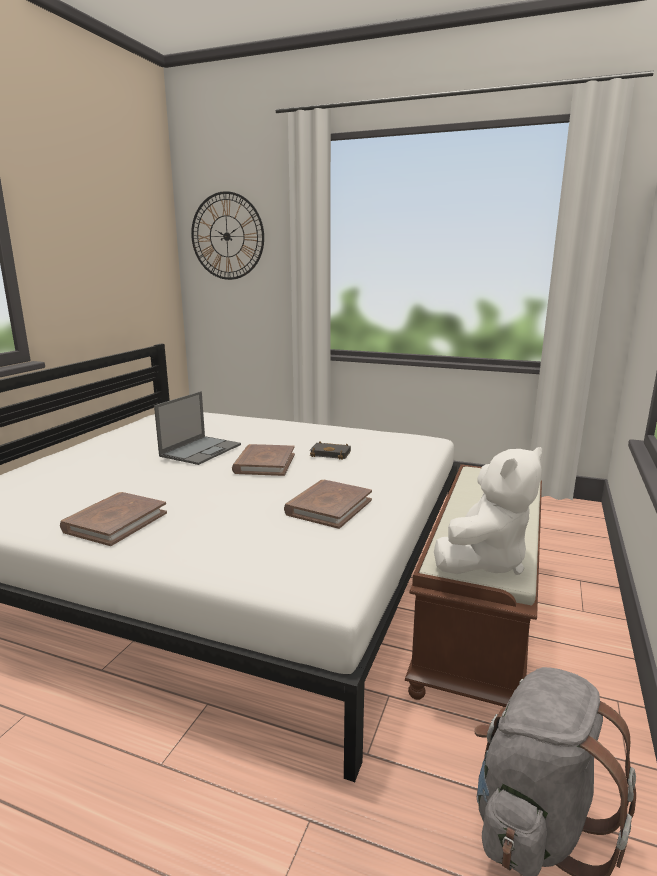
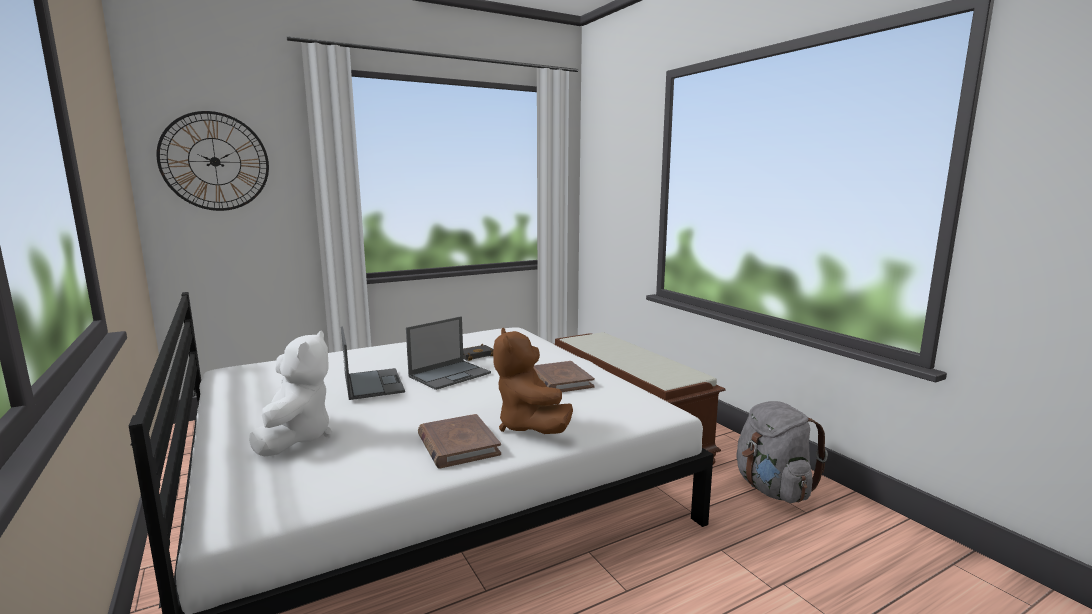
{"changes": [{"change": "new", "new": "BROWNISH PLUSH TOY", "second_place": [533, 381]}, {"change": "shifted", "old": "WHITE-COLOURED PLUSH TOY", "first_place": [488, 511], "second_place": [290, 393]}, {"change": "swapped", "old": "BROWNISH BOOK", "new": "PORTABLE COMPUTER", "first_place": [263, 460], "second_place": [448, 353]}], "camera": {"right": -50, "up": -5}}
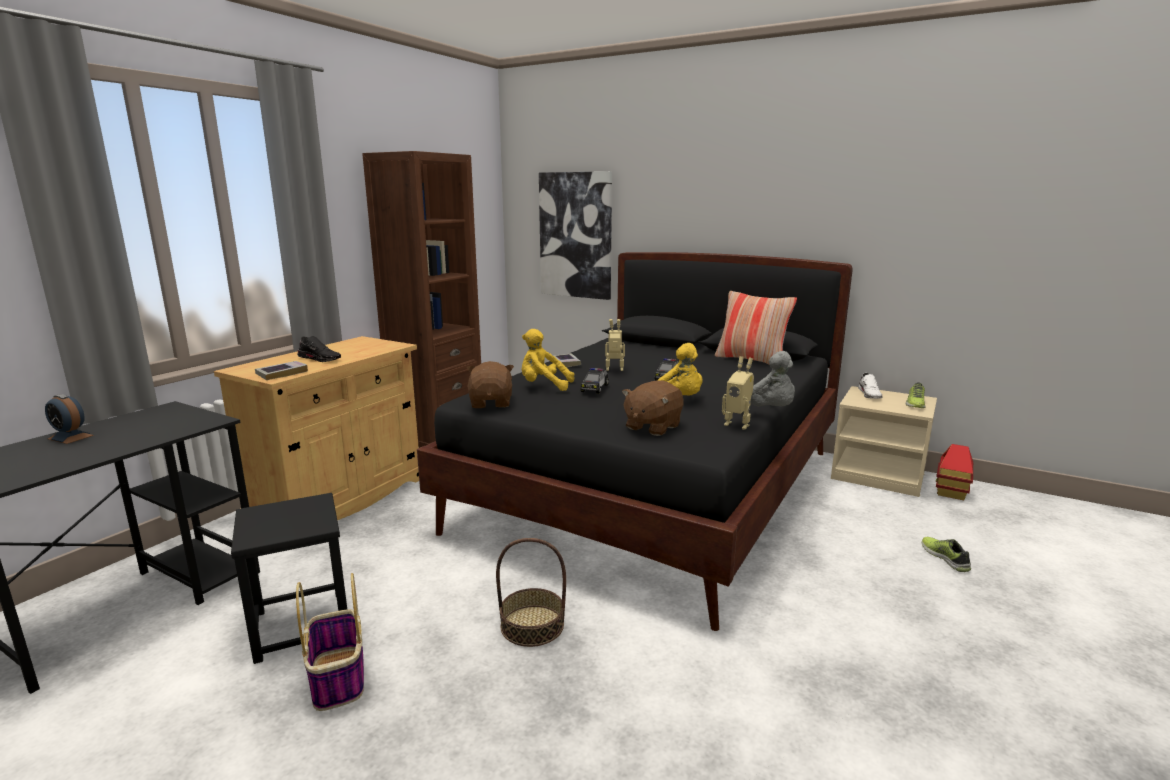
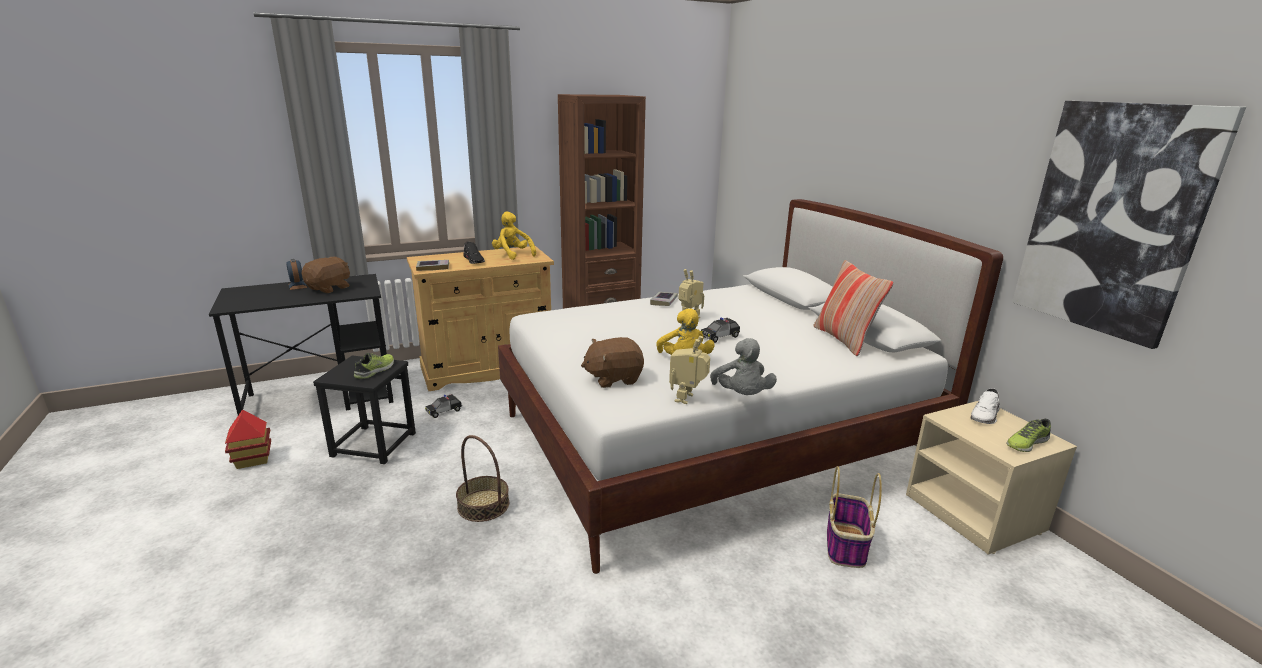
{"changes": [{"change": "shifted", "old": "BASKET", "first_place": [330, 642], "second_place": [854, 517]}, {"change": "shifted", "old": "BROWNISH PLUSH TOY", "first_place": [490, 384], "second_place": [326, 275]}, {"change": "shifted", "old": "YELLOWISH PLUSH TOY", "first_place": [548, 360], "second_place": [514, 236]}, {"change": "shifted", "old": "WALL PICTURE", "first_place": [575, 235], "second_place": [1129, 225]}, {"change": "shifted", "old": "MODEL CAR", "first_place": [594, 381], "second_place": [443, 406]}, {"change": "shifted", "old": "LOW SHOE", "first_place": [946, 554], "second_place": [374, 366]}, {"change": "shifted", "old": "MINIATURE HOUSE", "first_place": [954, 472], "second_place": [248, 439]}, {"change": "repainted", "old": "BLACK-COLOURED BEDROOM BED", "new": "WHITE-COLOURED BEDROOM BED", "first_place": [635, 441], "second_place": [750, 386]}, {"change": "rotated", "old": "ROBOT FIGURE", "first_place": [738, 393], "second_place": [689, 370], "degrees": 45}], "camera": {"right": 35, "up": 5}}
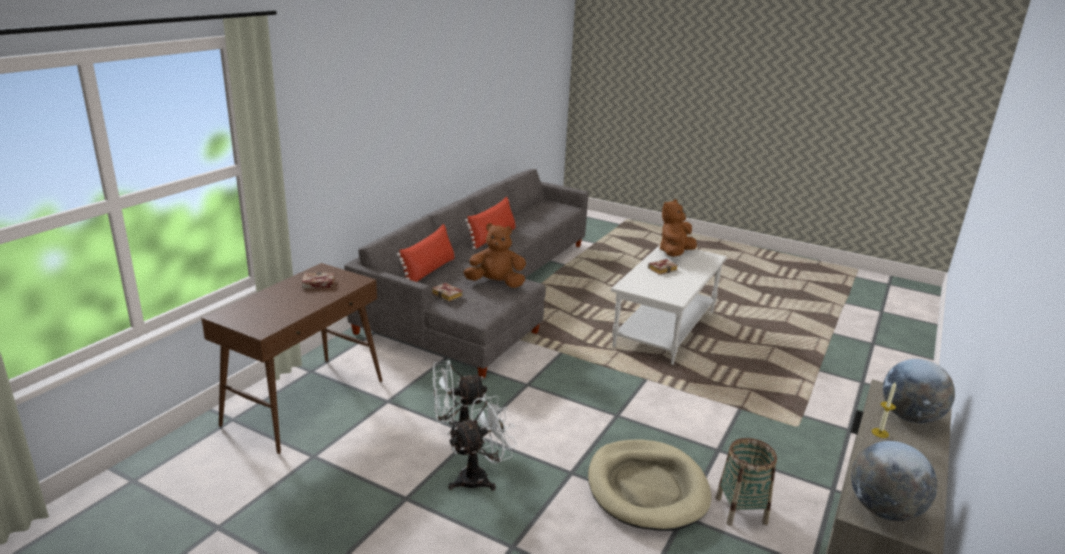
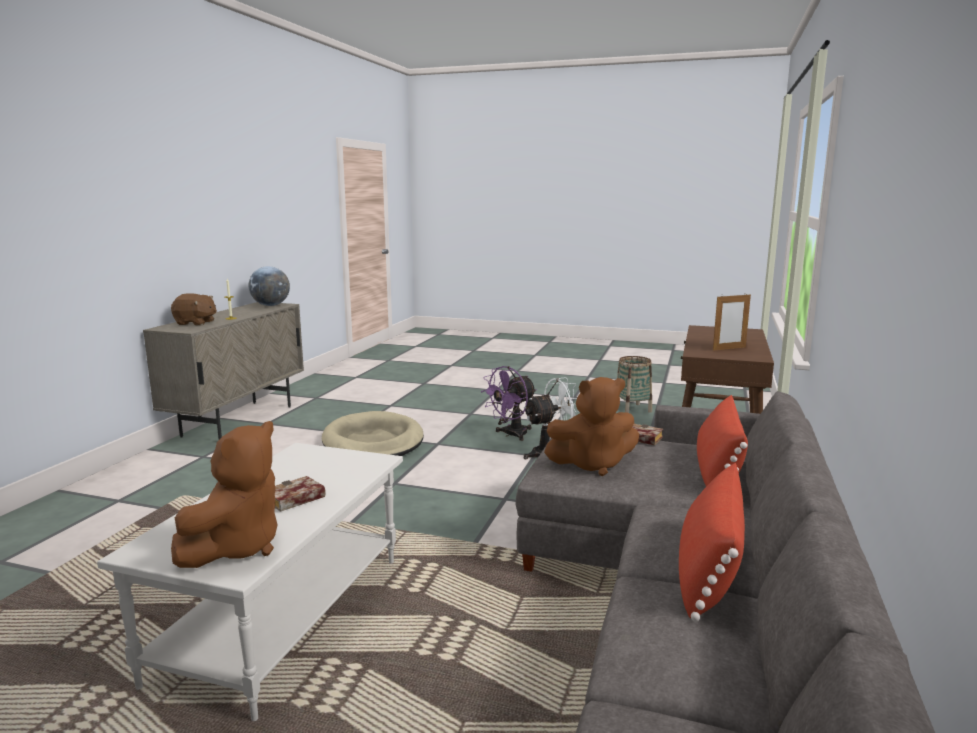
{"changes": [{"change": "shifted", "old": "BASKET", "first_place": [746, 482], "second_place": [634, 384]}, {"change": "swapped", "old": "BOOK", "new": "PICTURE FRAME", "first_place": [318, 280], "second_place": [732, 322]}, {"change": "swapped", "old": "DESK GLOBE", "new": "BROWNISH PLUSH TOY", "first_place": [919, 391], "second_place": [194, 309]}, {"change": "repainted", "old": "WHITE-COLOURED FAN", "new": "PURPLE-COLOURED FAN", "first_place": [482, 443], "second_place": [509, 403]}], "camera": {"right": 170, "up": -10}}
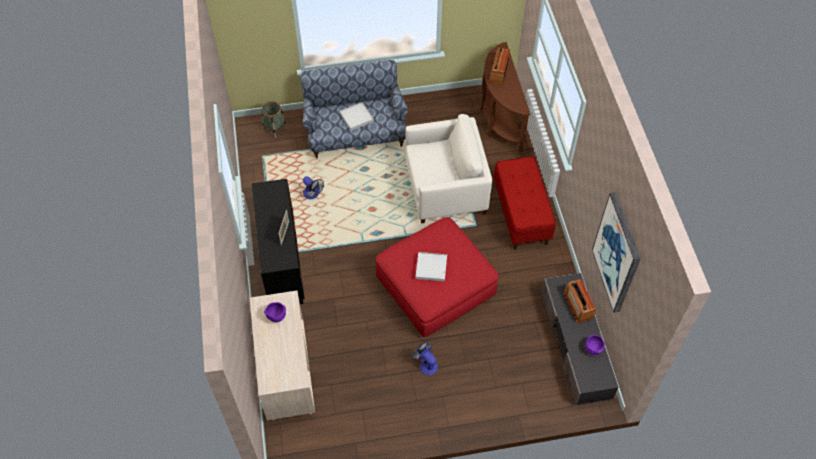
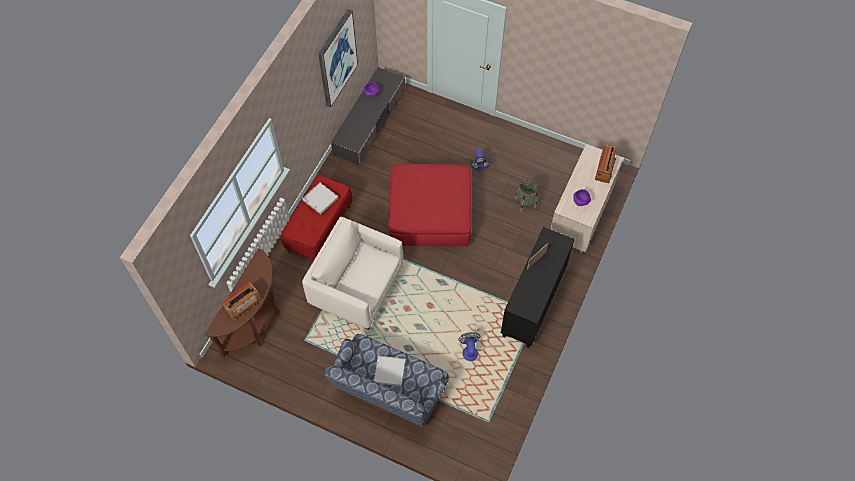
{"changes": [{"change": "shifted", "old": "BASKET", "first_place": [274, 119], "second_place": [526, 195]}, {"change": "shifted", "old": "WHITE-COLOURED CARRYING TRAY", "first_place": [431, 267], "second_place": [320, 198]}, {"change": "shifted", "old": "RADIO RECEIVER", "first_place": [579, 301], "second_place": [605, 163]}], "camera": {"right": -145, "up": 5}}
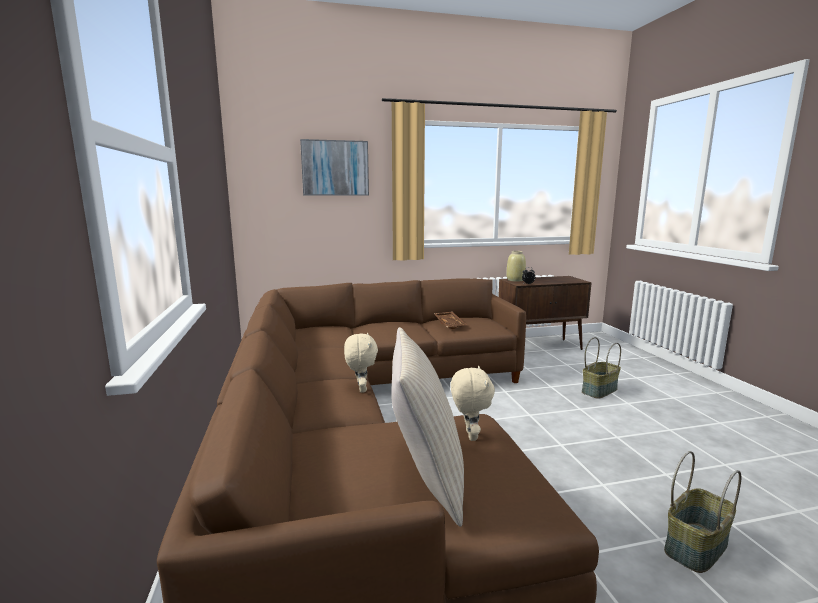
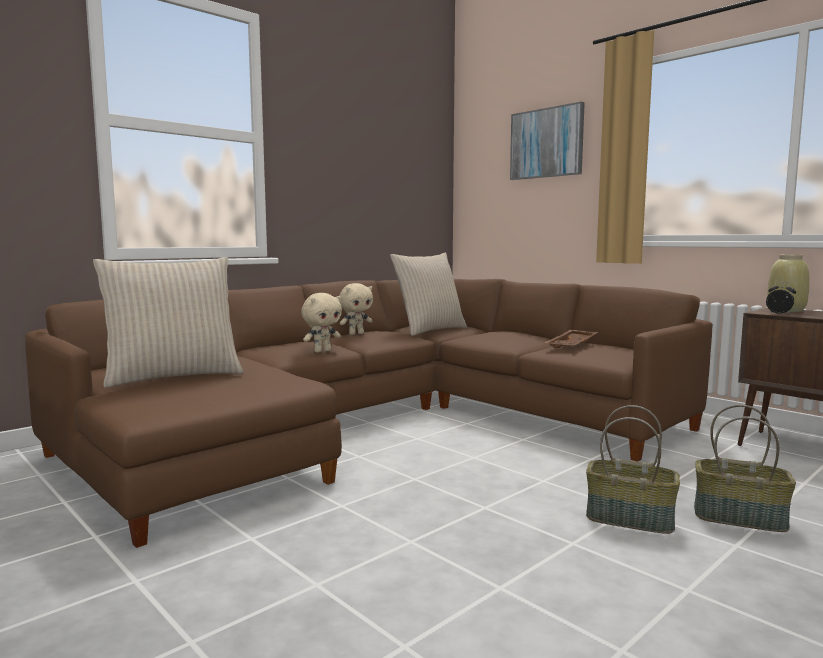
{"changes": [{"change": "new", "new": "SAND-COLOURED CUSHION", "second_place": [428, 294]}, {"change": "shifted", "old": "SAND-COLOURED PLUSH TOY", "first_place": [473, 403], "second_place": [356, 309]}, {"change": "shifted", "old": "BASKET", "first_place": [702, 512], "second_place": [633, 469]}], "camera": {"right": 60, "up": -5}}
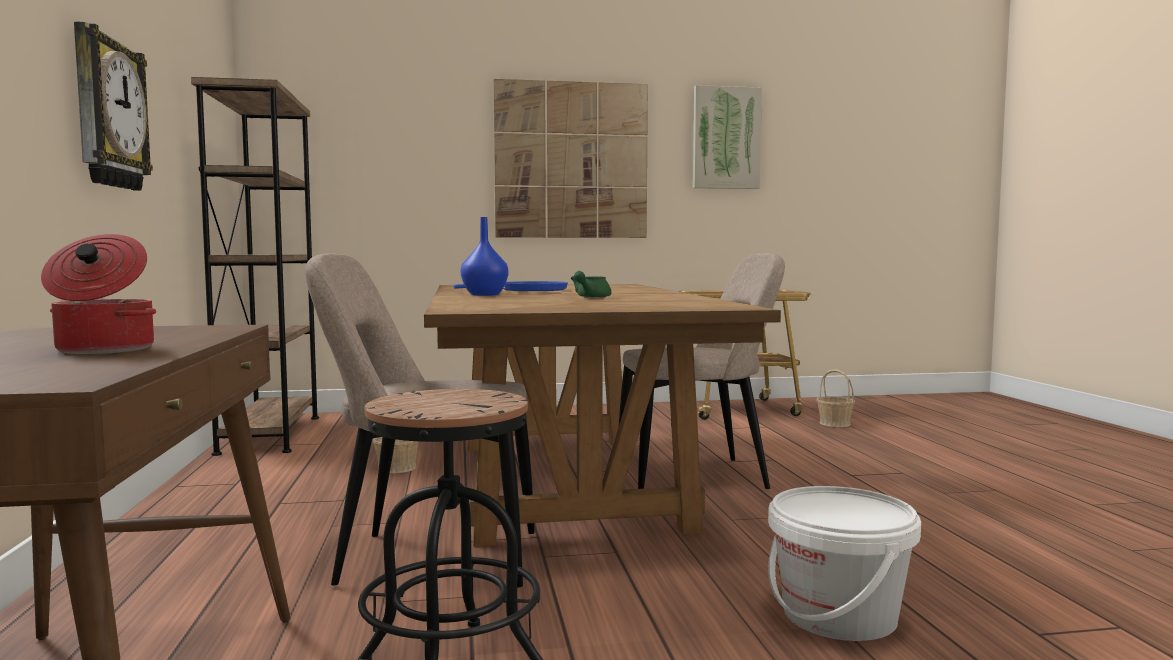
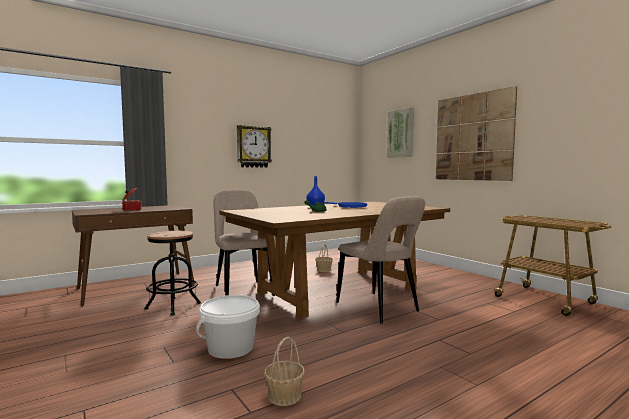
{"changes": [{"change": "gone", "old": "BROWNISH SHELVING UNIT", "first_place": [255, 266]}, {"change": "shifted", "old": "WALL PICTURE", "first_place": [727, 137], "second_place": [400, 132]}, {"change": "shifted", "old": "BASKET", "first_place": [836, 398], "second_place": [284, 371]}], "camera": {"right": 65, "up": 0}}
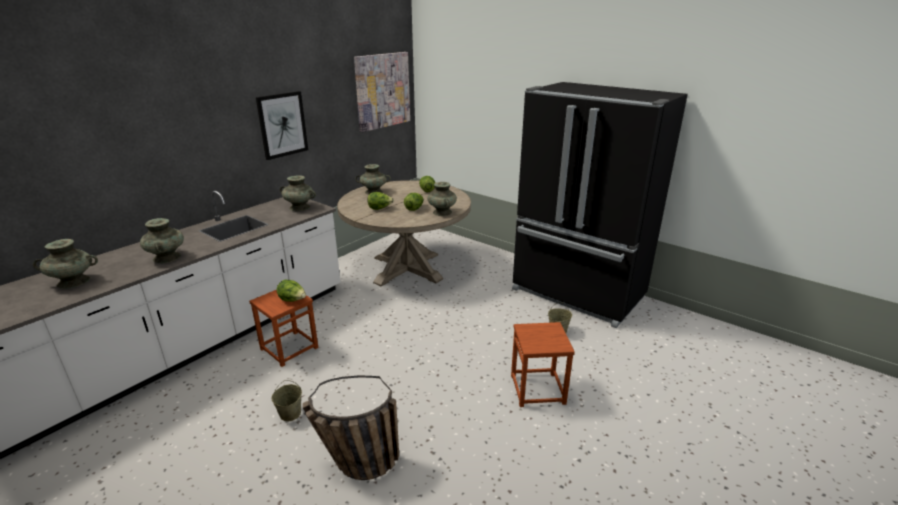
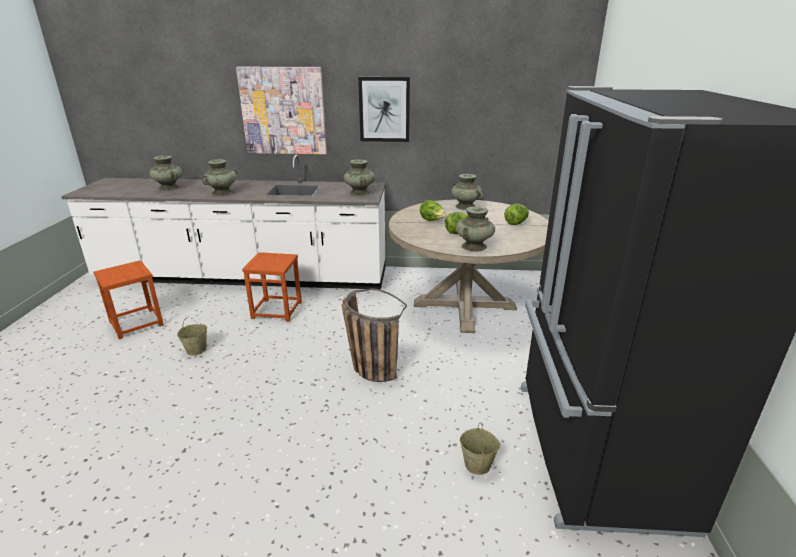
{"changes": [{"change": "gone", "old": "HEAD OF LETTUCE", "first_place": [291, 290]}, {"change": "shifted", "old": "BASKET", "first_place": [351, 428], "second_place": [374, 335]}, {"change": "shifted", "old": "WALL PICTURE", "first_place": [382, 92], "second_place": [281, 110]}, {"change": "shifted", "old": "BROWNISH SITTING STOOL", "first_place": [543, 364], "second_place": [128, 299]}], "camera": {"right": 55, "up": 0}}
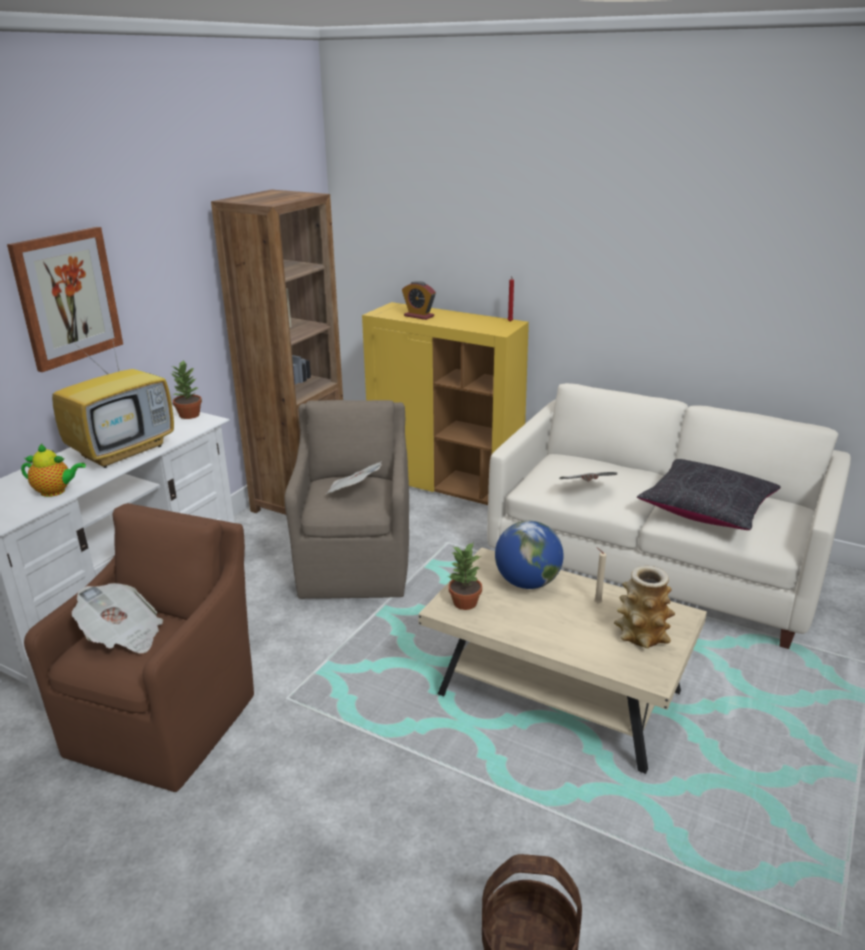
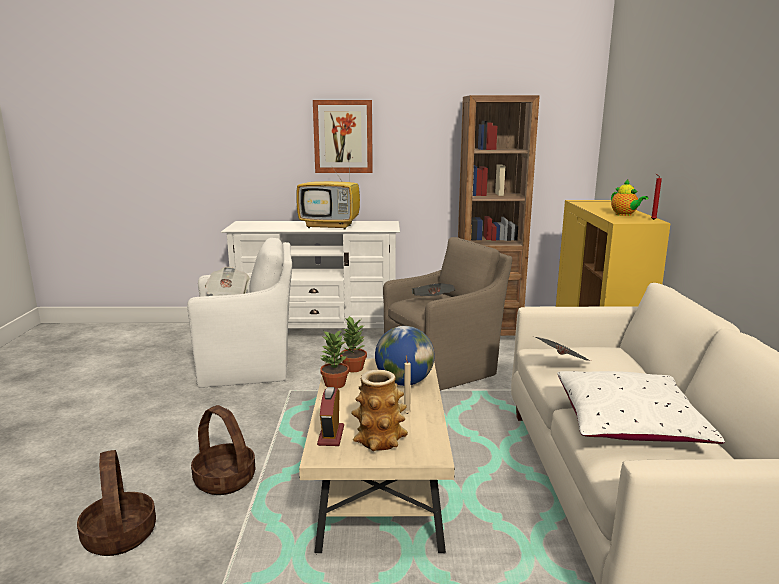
{"changes": [{"change": "new", "new": "BASKET", "second_place": [223, 450]}, {"change": "shifted", "old": "TEAPOT", "first_place": [53, 470], "second_place": [629, 197]}, {"change": "shifted", "old": "HOUSEPLANT", "first_place": [186, 389], "second_place": [334, 359]}, {"change": "shifted", "old": "TABLE CLOCK", "first_place": [419, 300], "second_place": [330, 416]}, {"change": "repainted", "old": "BROWNISH LOUNGE CHAIR", "new": "WHITE-COLOURED LOUNGE CHAIR", "first_place": [139, 647], "second_place": [239, 313]}, {"change": "repainted", "old": "BLACK-COLOURED CUSHION", "new": "WHITE-COLOURED CUSHION", "first_place": [709, 494], "second_place": [641, 407]}], "camera": {"right": 60, "up": -10}}
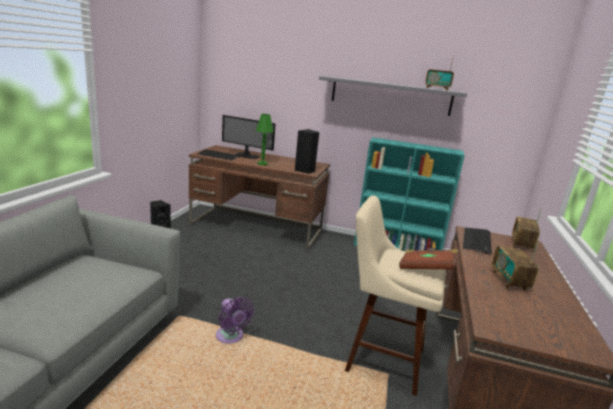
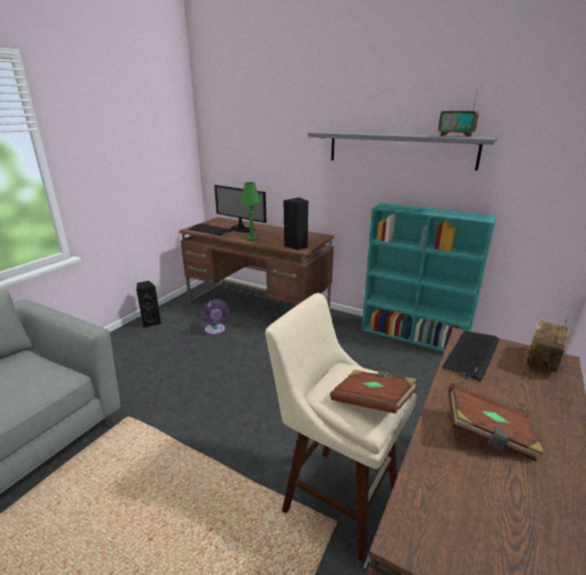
{"changes": [{"change": "shifted", "old": "PURPLE-COLOURED FAN", "first_place": [235, 320], "second_place": [215, 317]}, {"change": "swapped", "old": "RADIO RECEIVER", "new": "BROWNISH BOOK", "first_place": [515, 265], "second_place": [496, 422]}], "camera": {"right": 15, "up": 5}}
